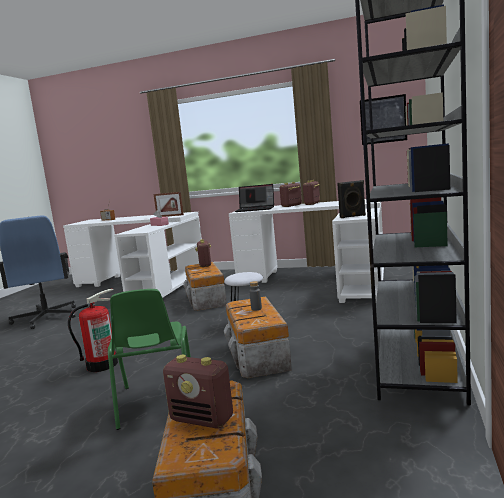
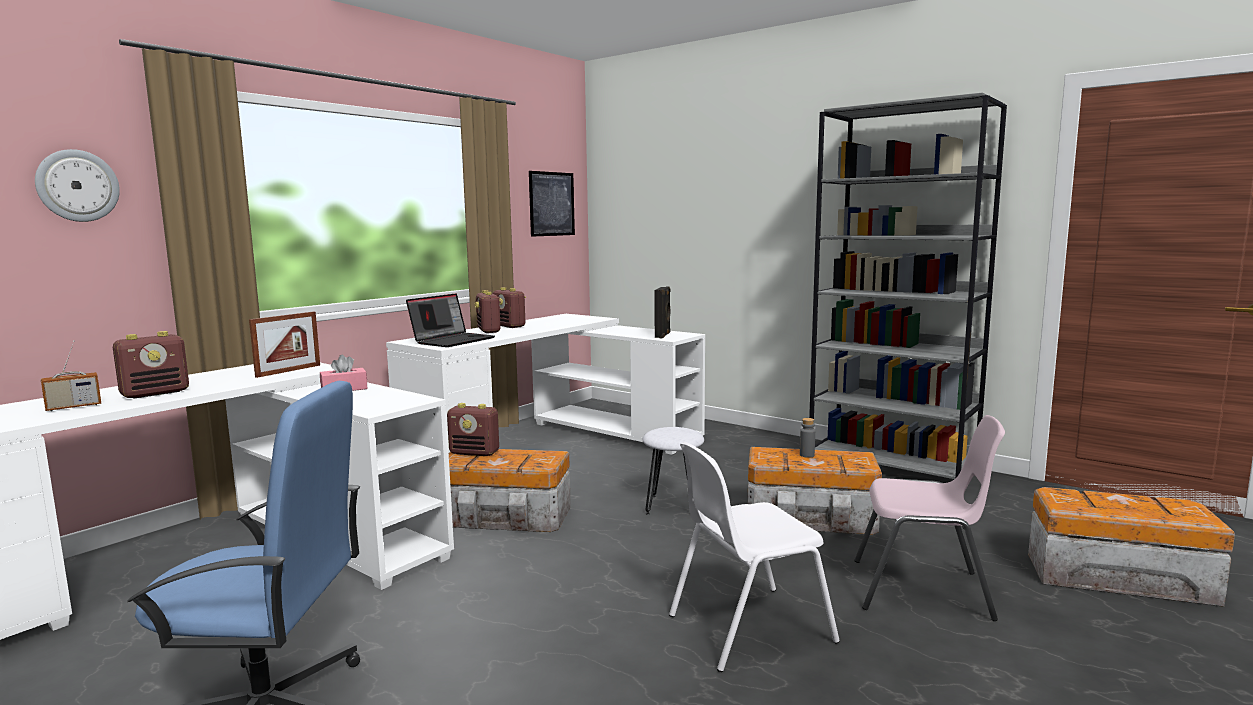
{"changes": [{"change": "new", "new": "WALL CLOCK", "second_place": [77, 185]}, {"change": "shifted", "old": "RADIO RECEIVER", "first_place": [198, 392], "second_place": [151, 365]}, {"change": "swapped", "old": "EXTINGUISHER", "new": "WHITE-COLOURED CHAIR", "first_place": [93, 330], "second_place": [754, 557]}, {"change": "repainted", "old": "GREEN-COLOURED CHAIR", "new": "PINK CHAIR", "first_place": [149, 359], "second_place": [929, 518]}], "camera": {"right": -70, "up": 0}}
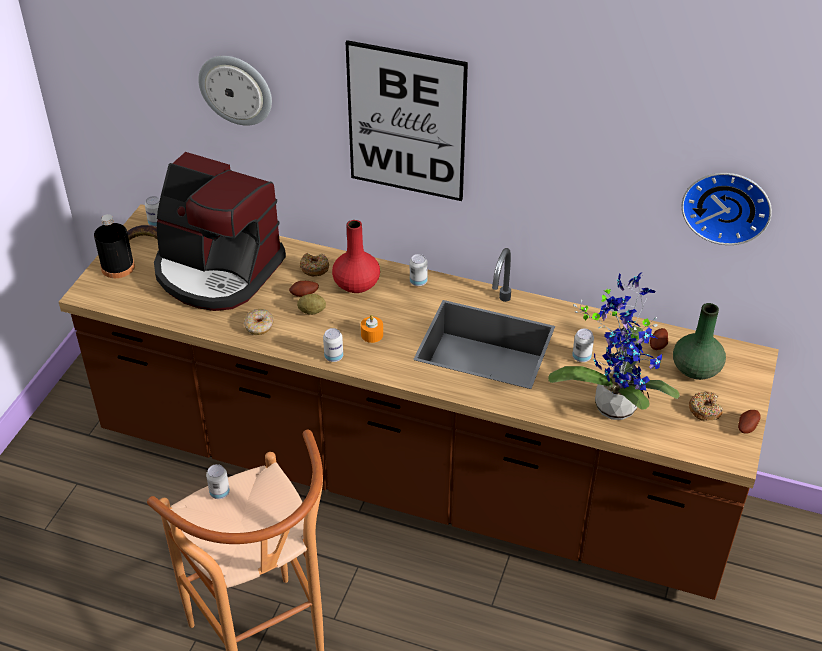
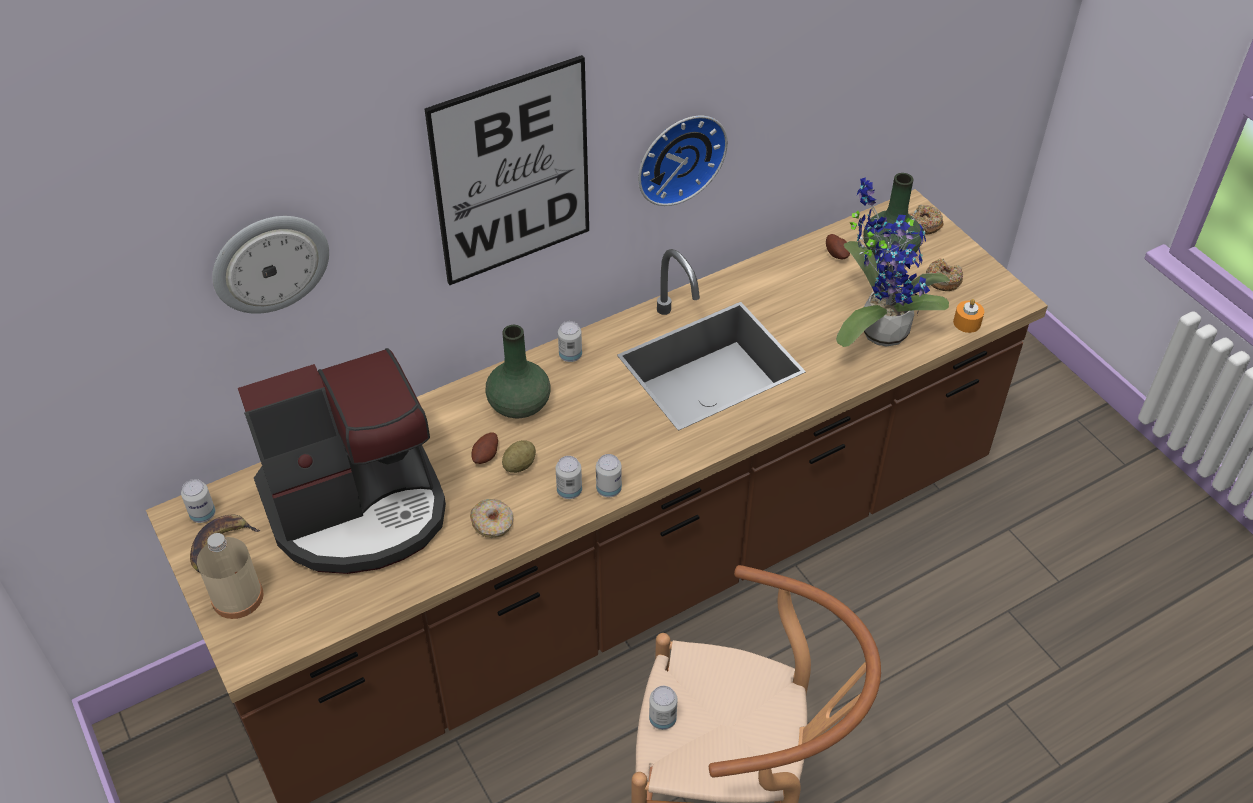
{"changes": [{"change": "gone", "old": "WHOLE POTATO", "first_place": [749, 422]}, {"change": "shifted", "old": "RING DOUGHNUT", "first_place": [314, 264], "second_place": [925, 219]}, {"change": "shifted", "old": "ORANGEY WAX CANDLE", "first_place": [372, 329], "second_place": [968, 316]}, {"change": "shifted", "old": "METAL CAN", "first_place": [583, 345], "second_place": [568, 477]}, {"change": "shifted", "old": "WALL CLOCK", "first_place": [727, 209], "second_place": [683, 161]}, {"change": "repainted", "old": "BLACK-COLOURED BOTTLE", "new": "SAND-COLOURED BOTTLE", "first_place": [114, 246], "second_place": [230, 576]}, {"change": "repainted", "old": "RED DECORATIVE VASE", "new": "GREEN-COLOURED DECORATIVE VASE", "first_place": [356, 256], "second_place": [517, 371]}], "camera": {"right": -50, "up": 5}}
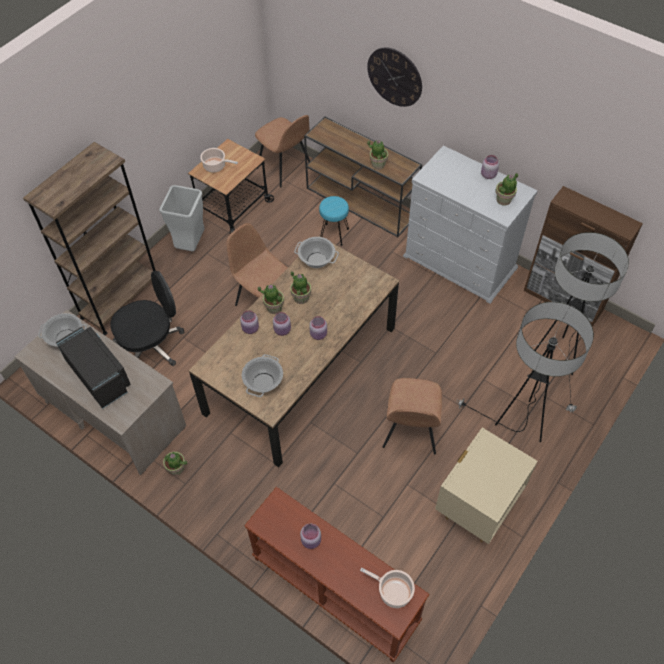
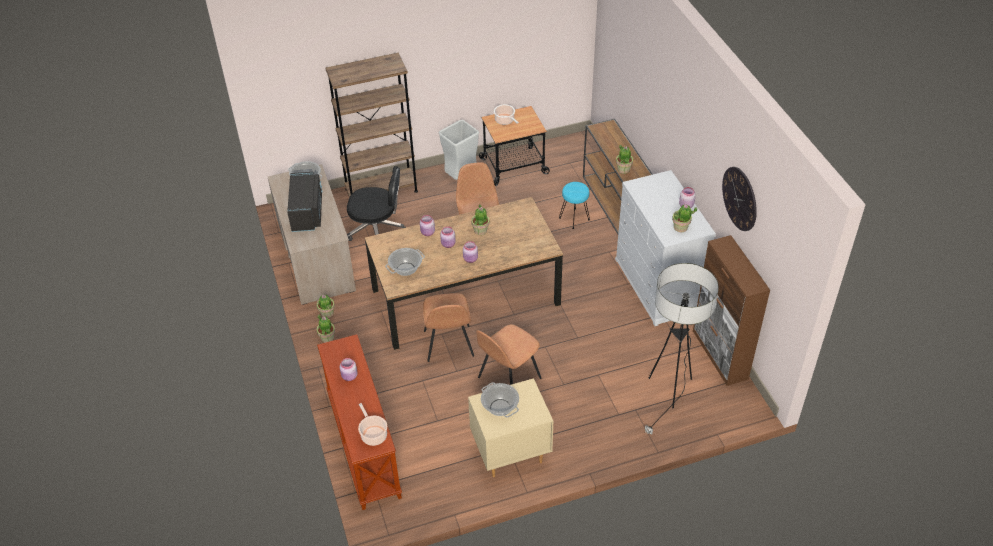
{"changes": [{"change": "gone", "old": "STANDARD LAMP", "first_place": [525, 372]}, {"change": "shifted", "old": "BROWNISH CHAIR", "first_place": [282, 151], "second_place": [448, 327]}, {"change": "shifted", "old": "HOUSEPLANT", "first_place": [271, 299], "second_place": [326, 329]}, {"change": "shifted", "old": "COOKING POT", "first_place": [316, 252], "second_place": [500, 399]}, {"change": "shifted", "old": "WALL CLOCK", "first_place": [394, 77], "second_place": [739, 199]}], "camera": {"right": 35, "up": -10}}
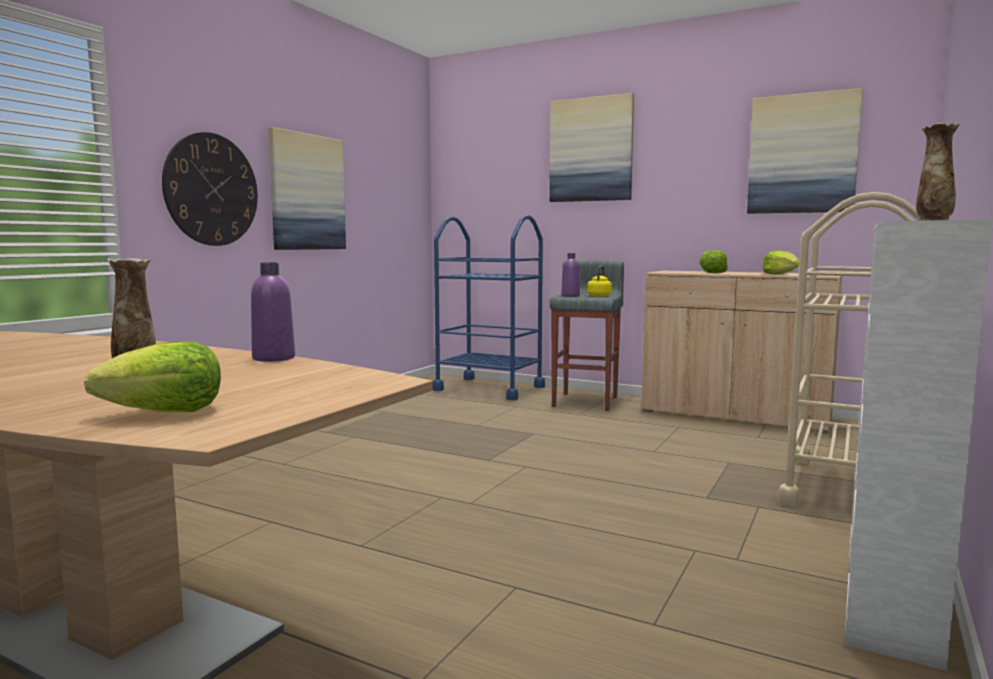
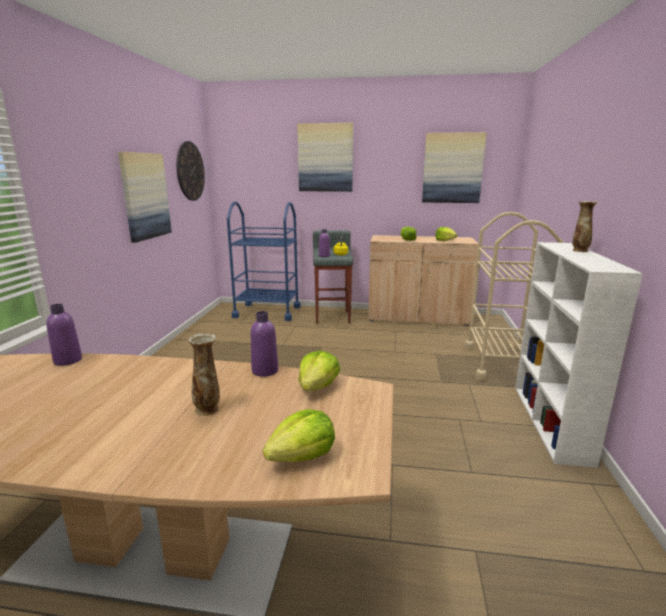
{"changes": [{"change": "new", "new": "PURPLE-COLOURED BOTTLE", "second_place": [64, 335]}, {"change": "new", "new": "HEAD OF LETTUCE", "second_place": [319, 371]}, {"change": "shifted", "old": "WALL CLOCK", "first_place": [210, 189], "second_place": [190, 171]}], "camera": {"right": -20, "up": 10}}
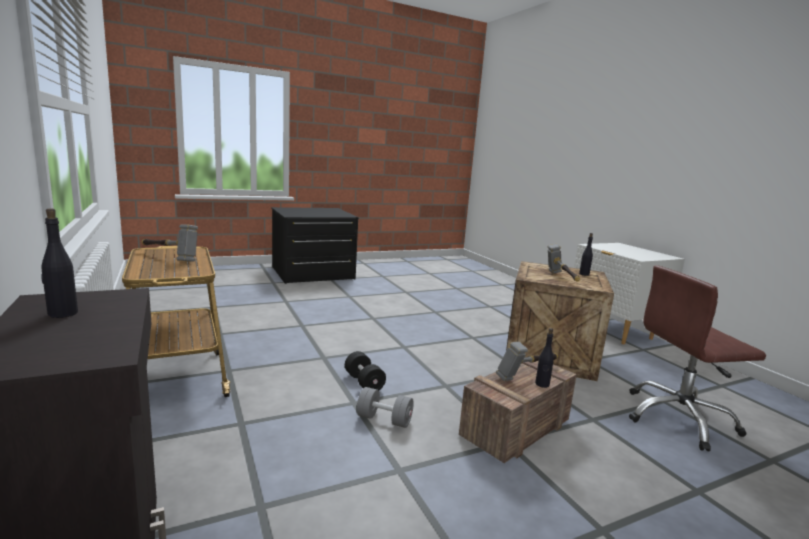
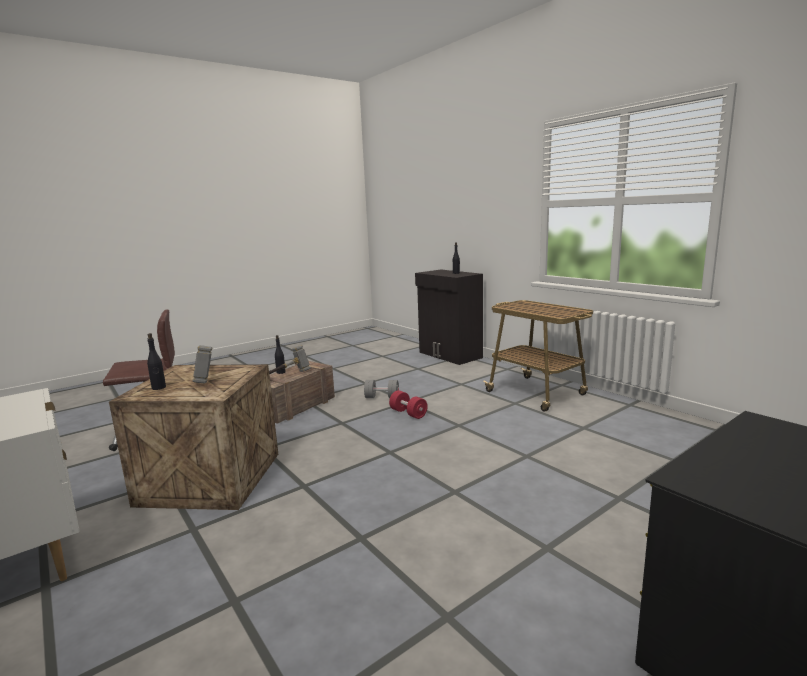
{"changes": [{"change": "gone", "old": "TOOL HAMMER", "first_place": [170, 243]}, {"change": "repainted", "old": "BLACK-COLOURED FREE WEIGHT", "new": "RED FREE WEIGHT", "first_place": [365, 370], "second_place": [408, 404]}], "camera": {"right": 170, "up": 0}}
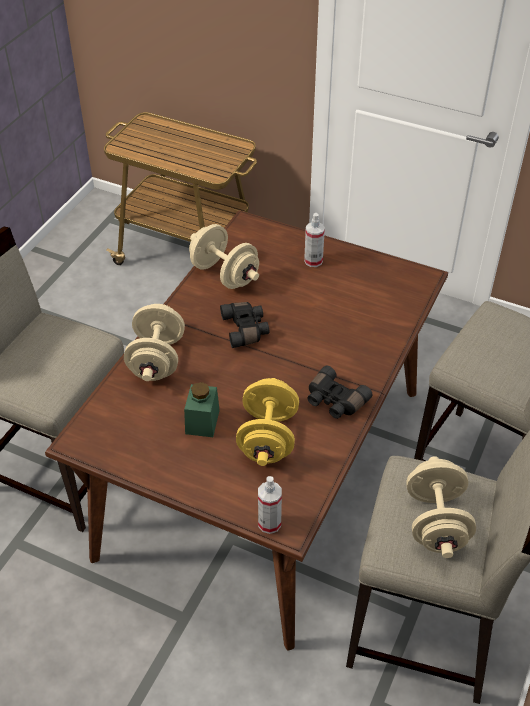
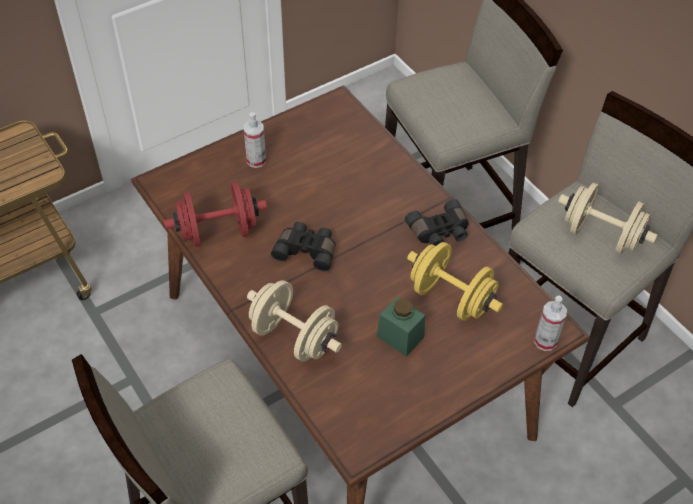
{"changes": [{"change": "repainted", "old": "SAND-COLOURED FREE WEIGHT", "new": "RED FREE WEIGHT", "first_place": [224, 256], "second_place": [215, 214]}], "camera": {"right": -60, "up": 5}}
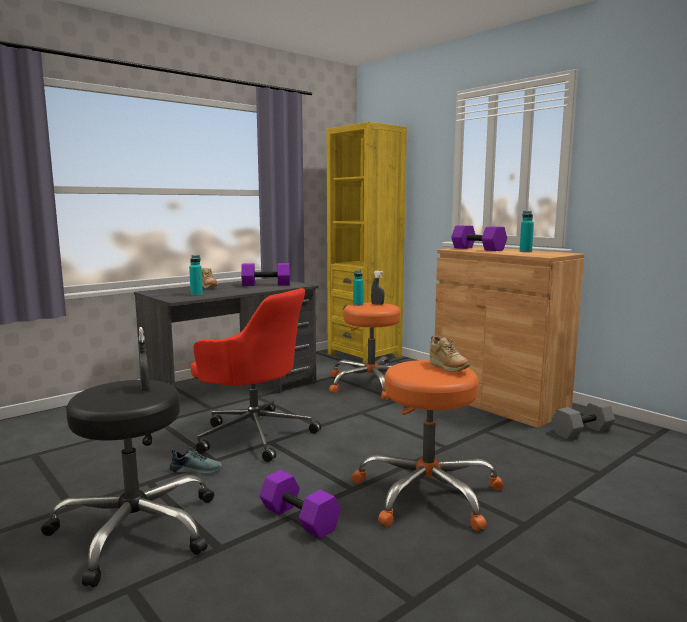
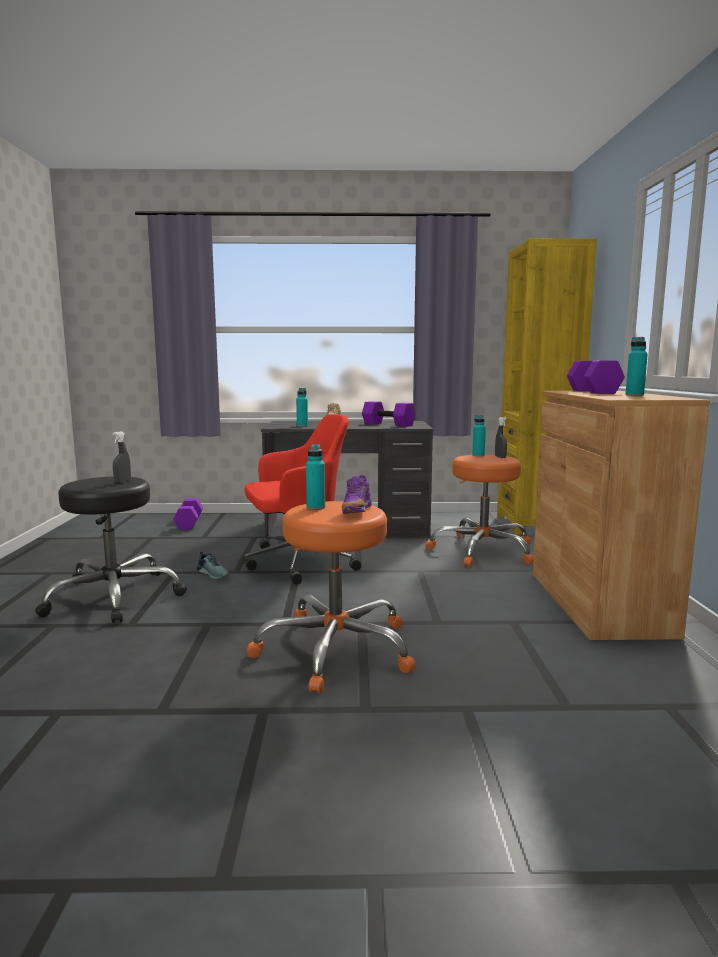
{"changes": [{"change": "gone", "old": "GRAY FREE WEIGHT", "first_place": [583, 420]}, {"change": "new", "new": "TURQUOISE-COLOURED BOTTLE", "second_place": [315, 477]}, {"change": "shifted", "old": "PURPLE-COLOURED FREE WEIGHT", "first_place": [300, 504], "second_place": [188, 514]}, {"change": "repainted", "old": "SAND-COLOURED LOW SHOE", "new": "PURPLE-COLOURED LOW SHOE", "first_place": [450, 354], "second_place": [357, 494]}, {"change": "rotated", "old": "RED COMPUTER CHAIR", "first_place": [255, 375], "second_place": [303, 499], "degrees": -90}], "camera": {"right": 40, "up": 0}}
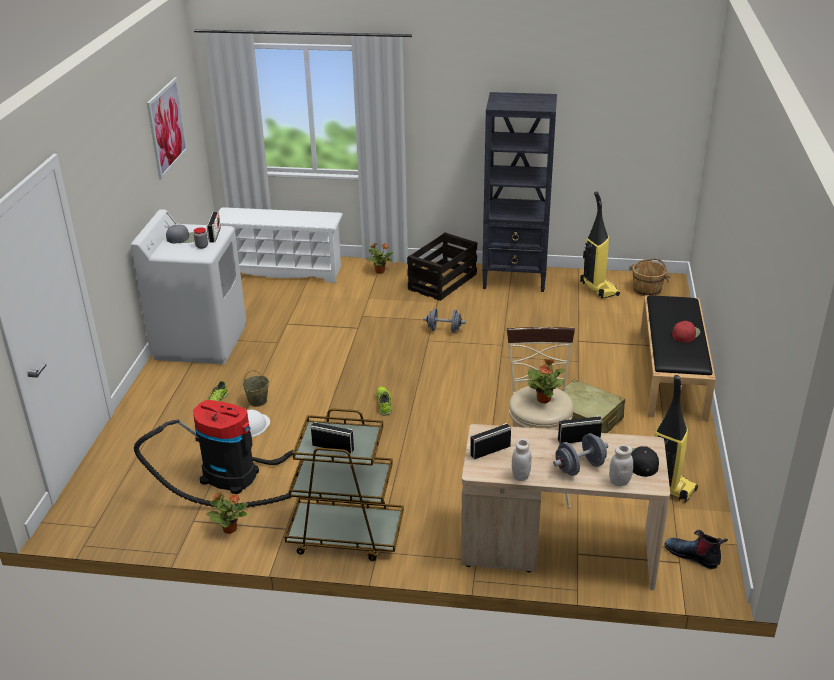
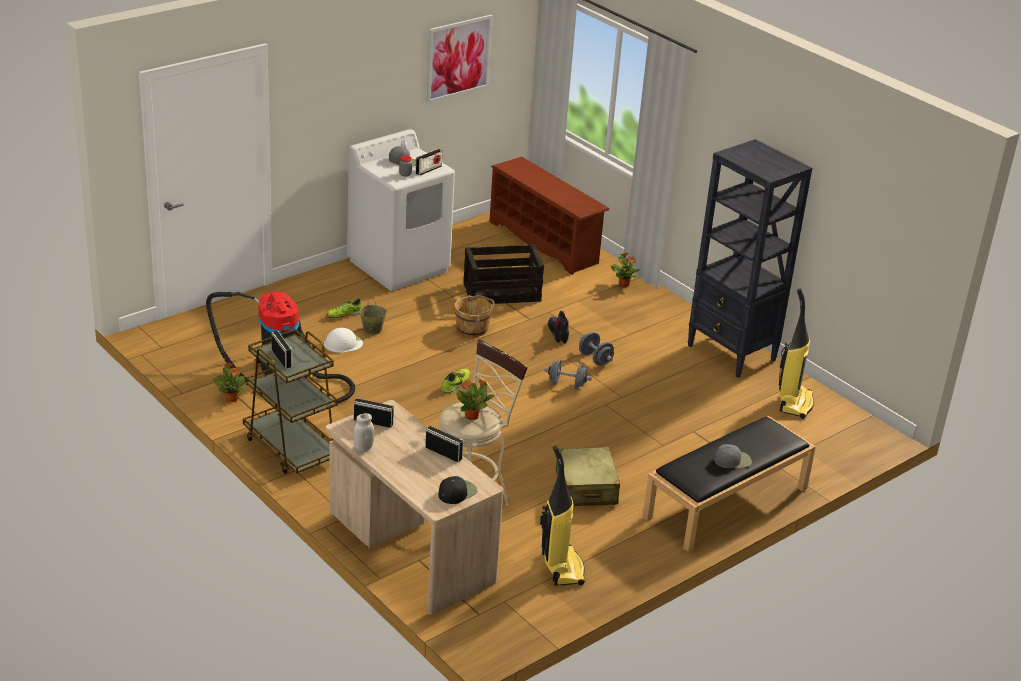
{"changes": [{"change": "gone", "old": "WHITE-COLOURED PRESERVE JAR", "first_place": [621, 465]}, {"change": "shifted", "old": "PACKING CRATE", "first_place": [442, 266], "second_place": [503, 274]}, {"change": "shifted", "old": "GRAY FREE WEIGHT", "first_place": [580, 454], "second_place": [568, 374]}, {"change": "shifted", "old": "BROWNISH WATER BUCKET", "first_place": [649, 277], "second_place": [474, 316]}, {"change": "shifted", "old": "BOOT", "first_place": [696, 549], "second_place": [558, 327]}, {"change": "repainted", "old": "WHITE-COLOURED SHOE STAND", "new": "BROWNISH SHOE STAND", "first_place": [280, 245], "second_place": [549, 216]}, {"change": "repainted", "old": "RED CAP", "new": "GRAY CAP", "first_place": [686, 331], "second_place": [733, 456]}], "camera": {"right": 40, "up": 0}}
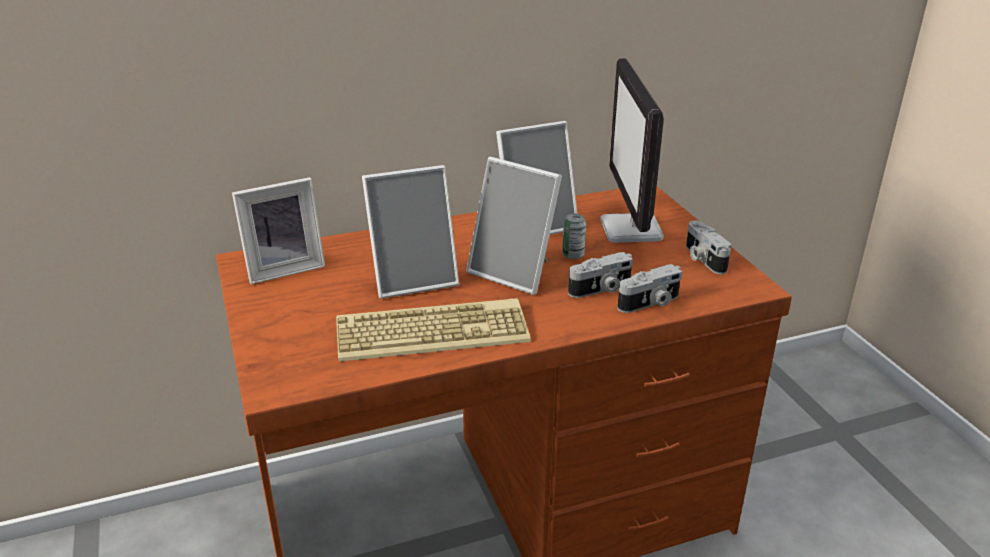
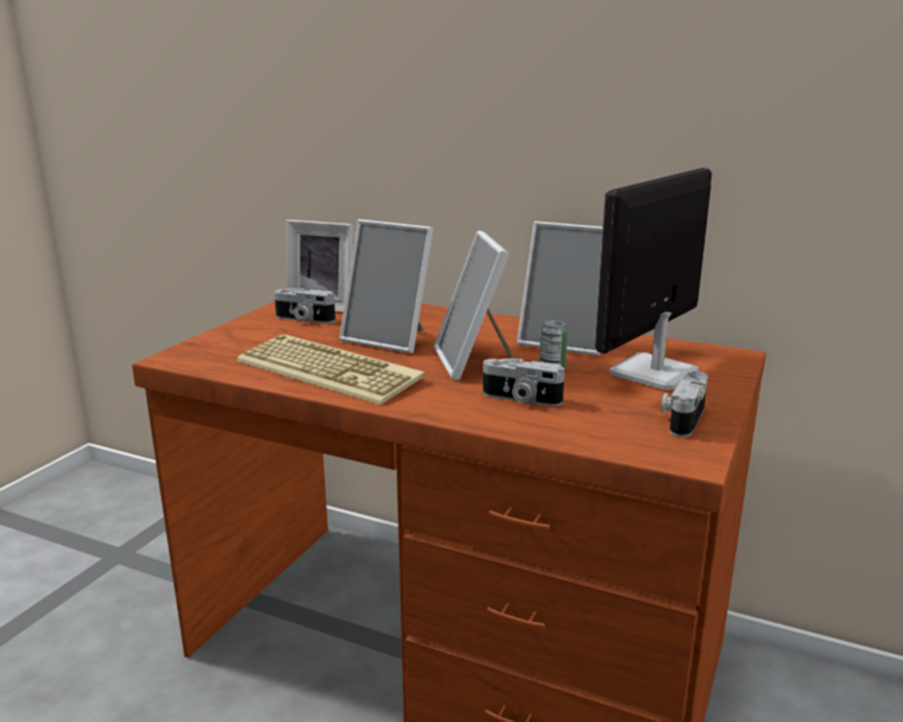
{"changes": [{"change": "shifted", "old": "PHOTO CAMERA", "first_place": [649, 288], "second_place": [304, 305]}], "camera": {"right": 45, "up": -10}}
